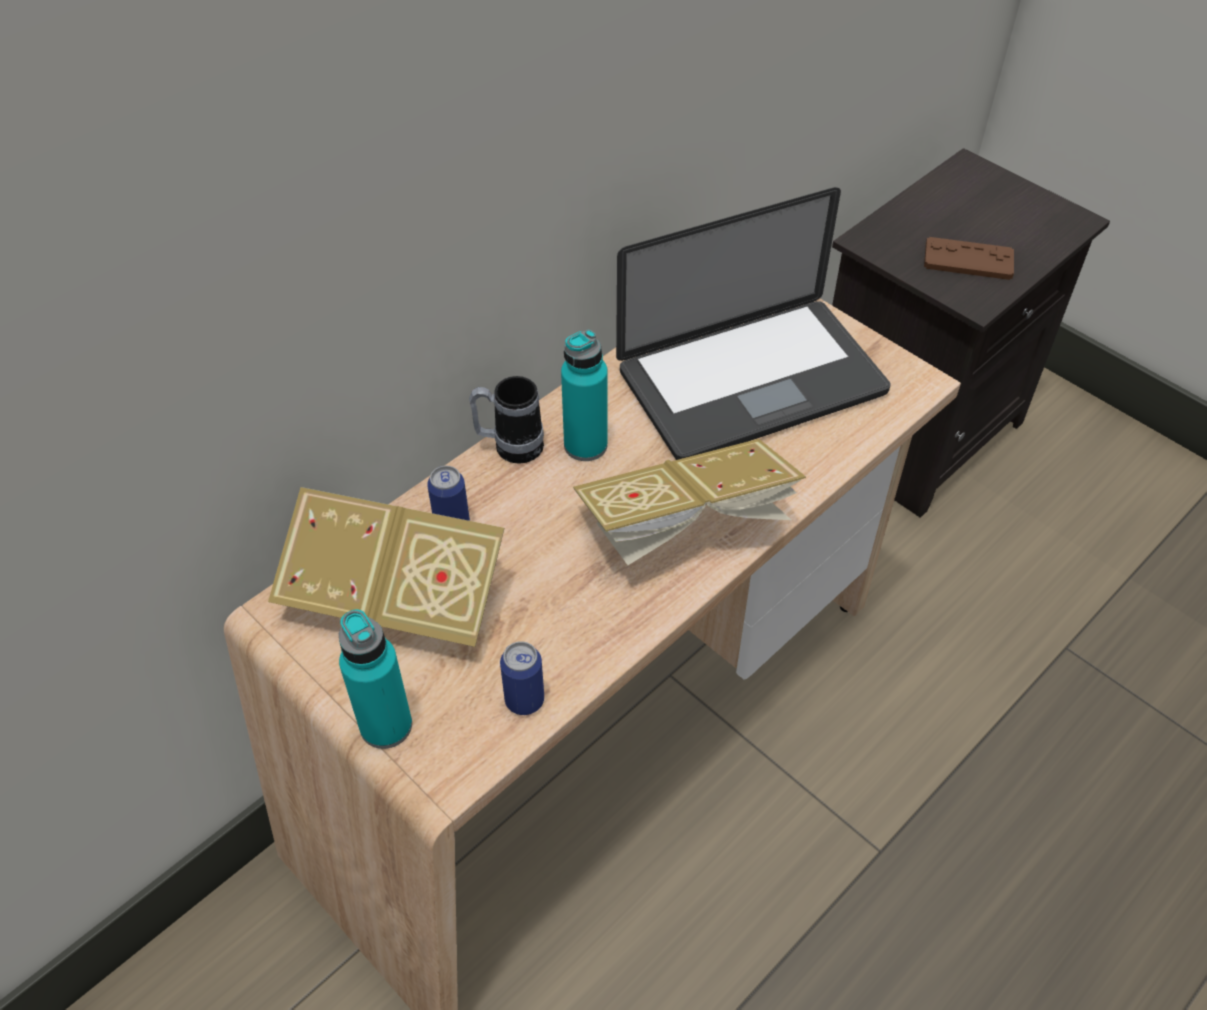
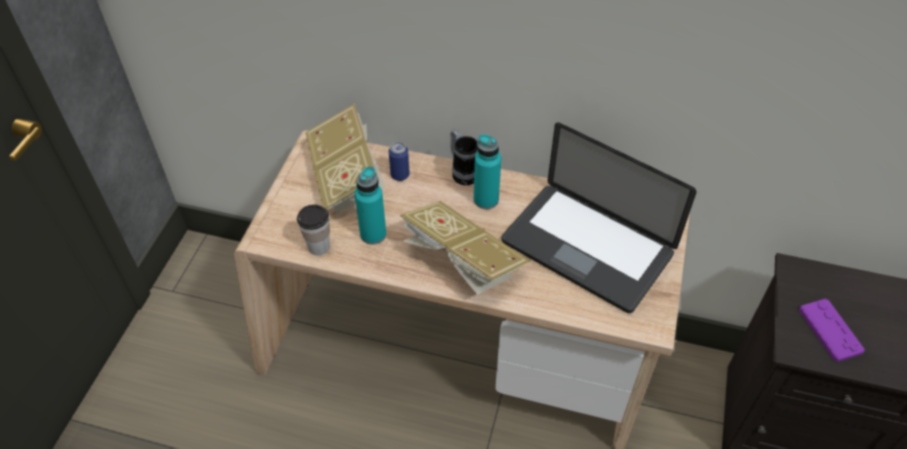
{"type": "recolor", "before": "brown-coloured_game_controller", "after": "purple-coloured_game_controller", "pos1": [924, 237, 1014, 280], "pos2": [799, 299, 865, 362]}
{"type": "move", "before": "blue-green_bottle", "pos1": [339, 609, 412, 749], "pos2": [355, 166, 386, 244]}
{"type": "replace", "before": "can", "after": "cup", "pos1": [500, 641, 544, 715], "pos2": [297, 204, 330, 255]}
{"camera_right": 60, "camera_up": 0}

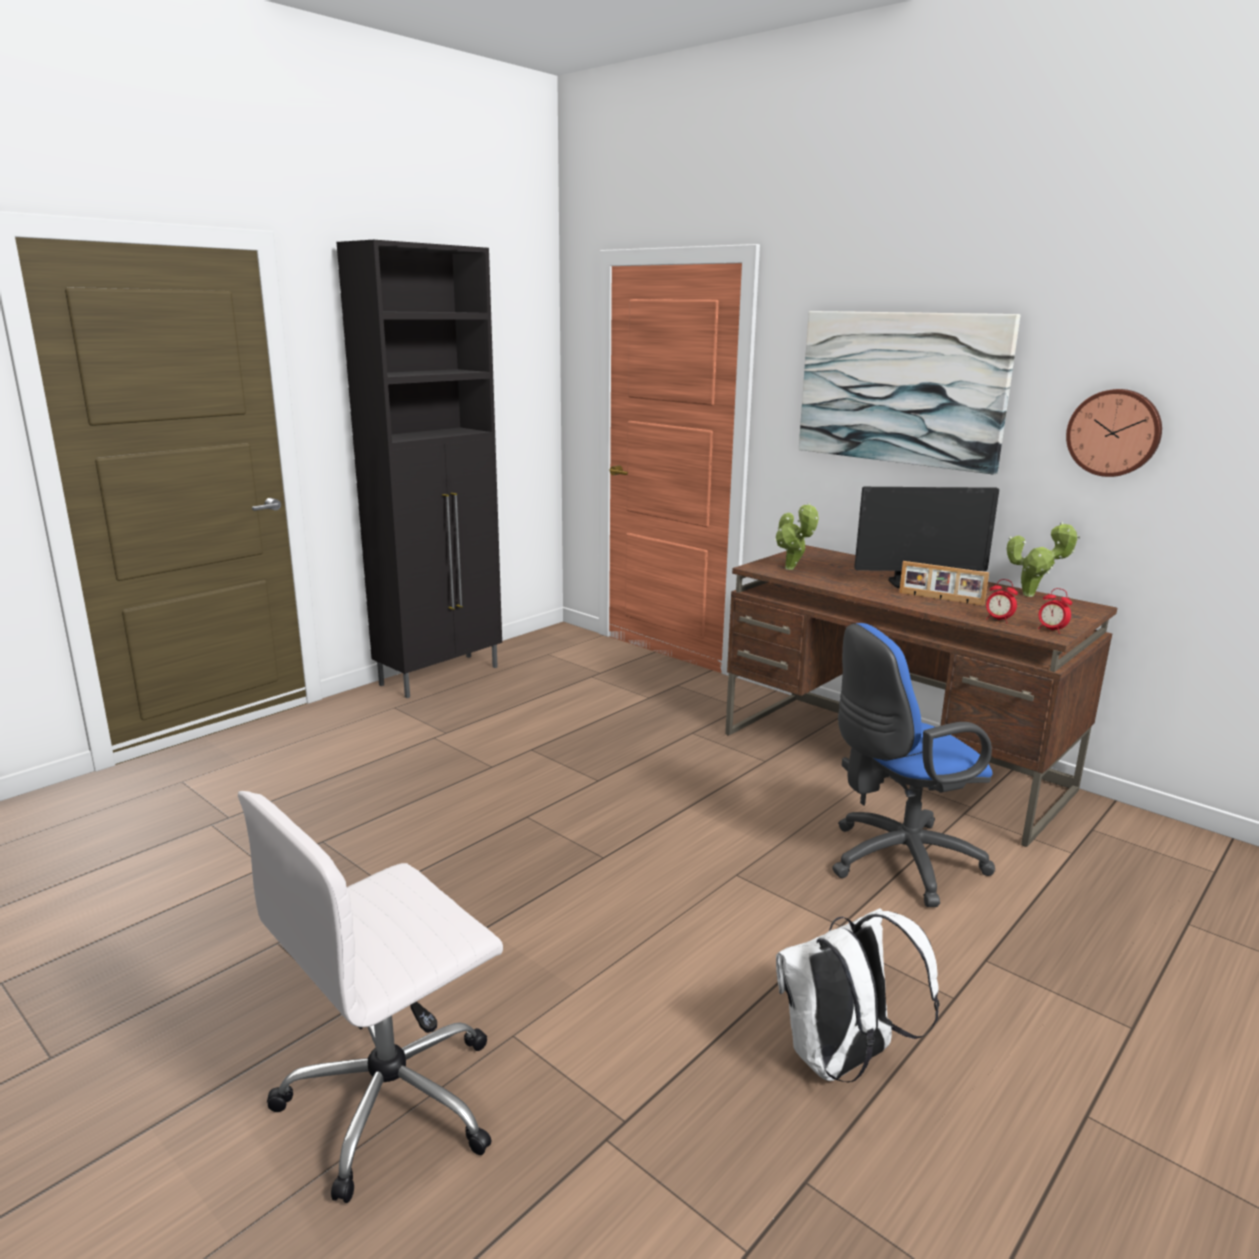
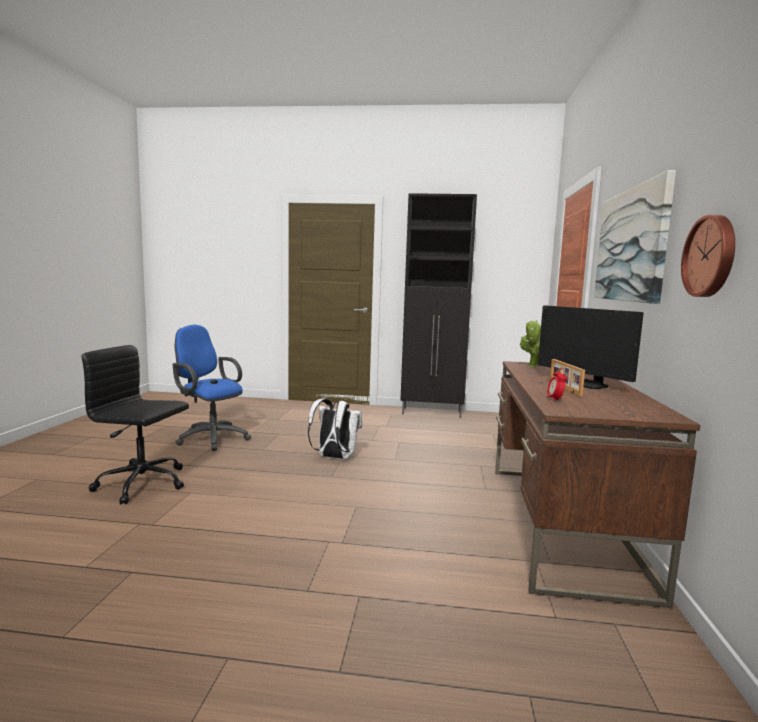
{"type": "delete", "before": "houseplant", "pos1": [1007, 522, 1080, 597]}
{"type": "delete", "before": "bedside_clock", "pos1": [1038, 588, 1072, 634]}
{"type": "move", "before": "bluish_computer_chair", "pos1": [832, 623, 995, 907], "pos2": [173, 325, 251, 451]}
{"type": "recolor", "before": "white-coloured_computer_chair", "after": "blackish_computer_chair", "pos1": [238, 791, 503, 1203], "pos2": [81, 345, 189, 504]}
{"type": "move", "before": "white-coloured_backpack", "pos1": [776, 908, 940, 1083], "pos2": [308, 398, 362, 459]}
{"camera_right": 55, "camera_up": -10}

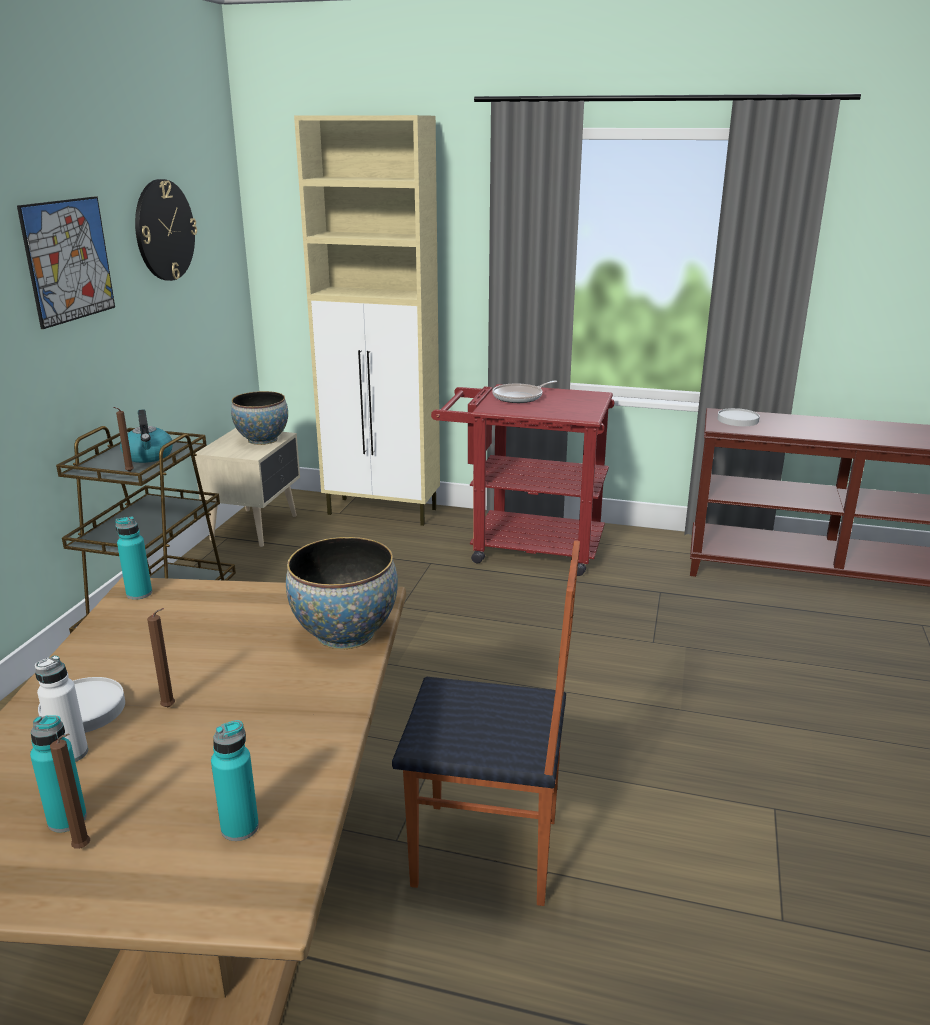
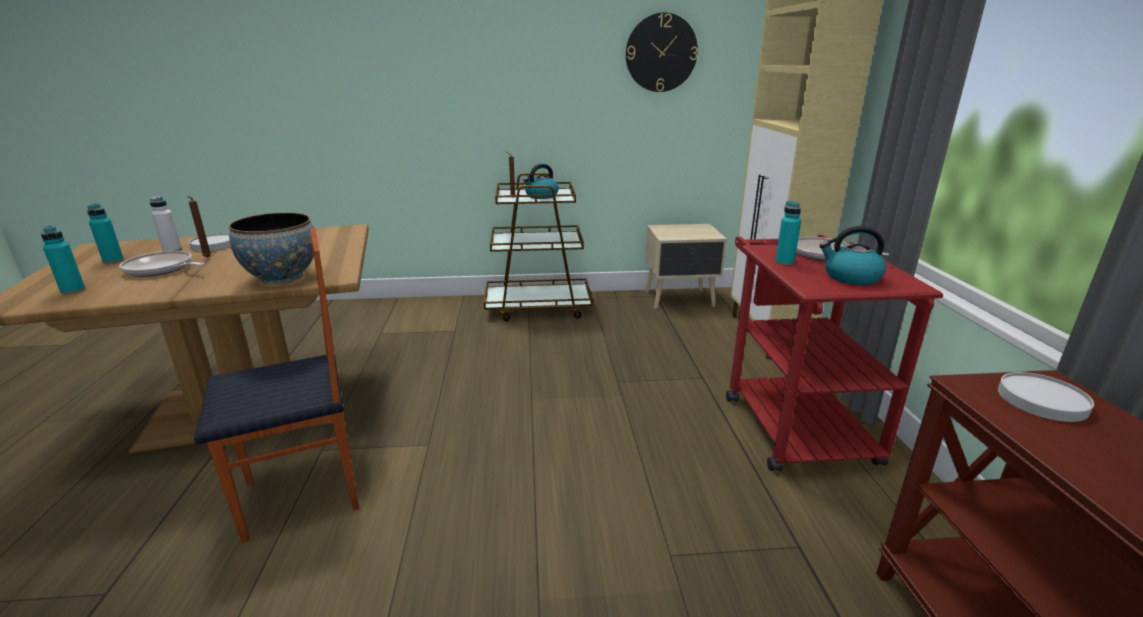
{"type": "delete", "before": "picture", "pos1": [17, 196, 115, 329]}
{"type": "delete", "before": "deep_dish", "pos1": [231, 391, 288, 445]}
{"type": "move", "before": "blue-green_bottle", "pos1": [116, 517, 152, 600], "pos2": [775, 201, 801, 265]}
{"type": "rotate", "before": "plain_chair", "pos1": [392, 540, 580, 906], "pos2": [194, 228, 359, 543], "turn": -105}
{"type": "delete", "before": "brown-coloured_wax_candle", "pos1": [50, 734, 90, 849]}
{"type": "insert", "after": "tea_kettle", "pos2": [819, 226, 886, 285]}
{"type": "insert", "after": "pan", "pos2": [119, 251, 204, 277]}
{"camera_right": 70, "camera_up": 0}

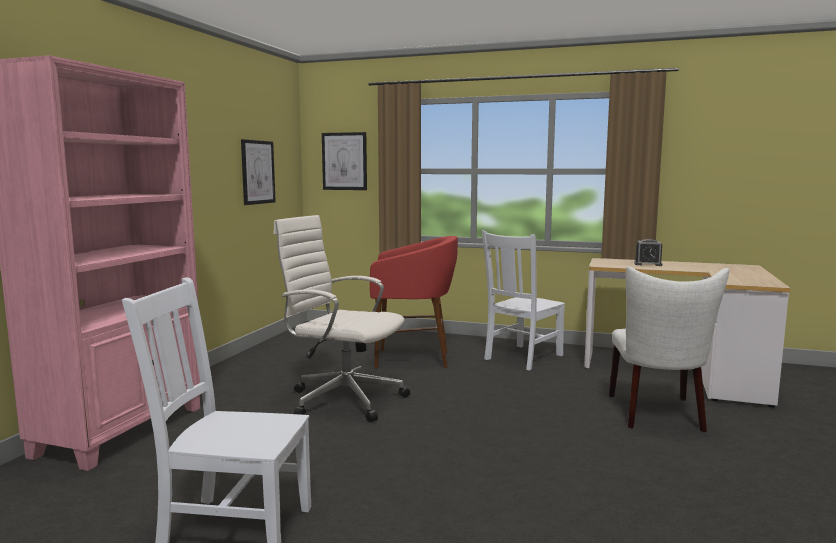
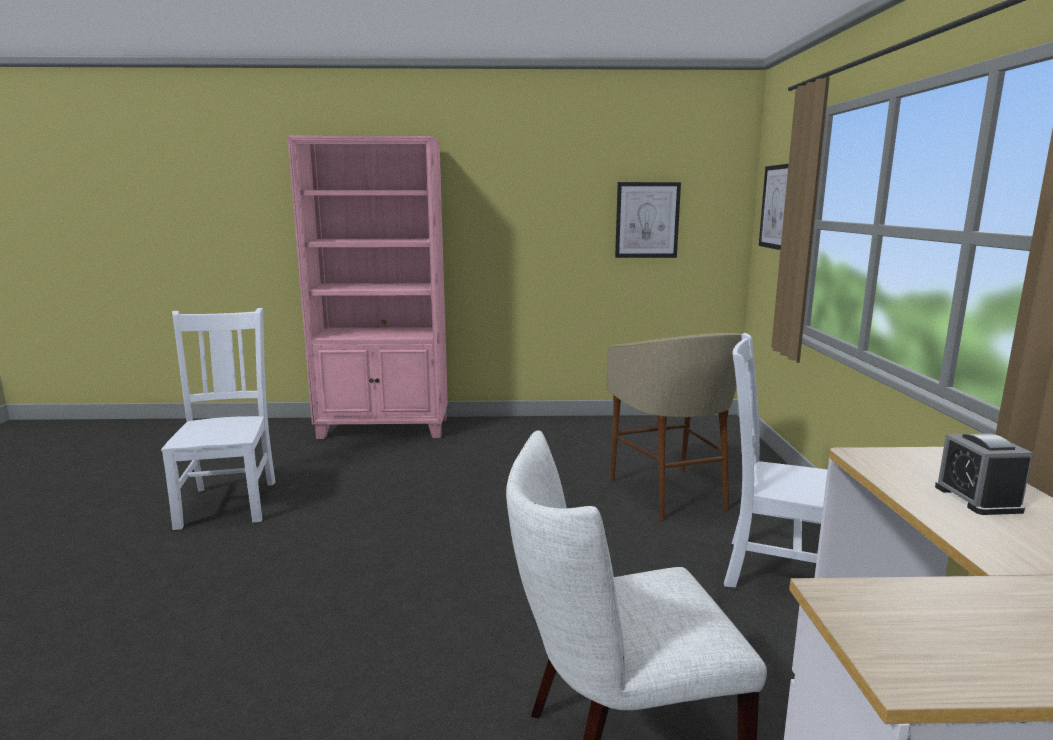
{"type": "delete", "before": "white-coloured_computer_chair", "pos1": [273, 215, 410, 422]}
{"type": "recolor", "before": "reddish_stool", "after": "beige_stool", "pos1": [370, 236, 458, 369], "pos2": [607, 333, 742, 521]}
{"camera_right": 70, "camera_up": 5}

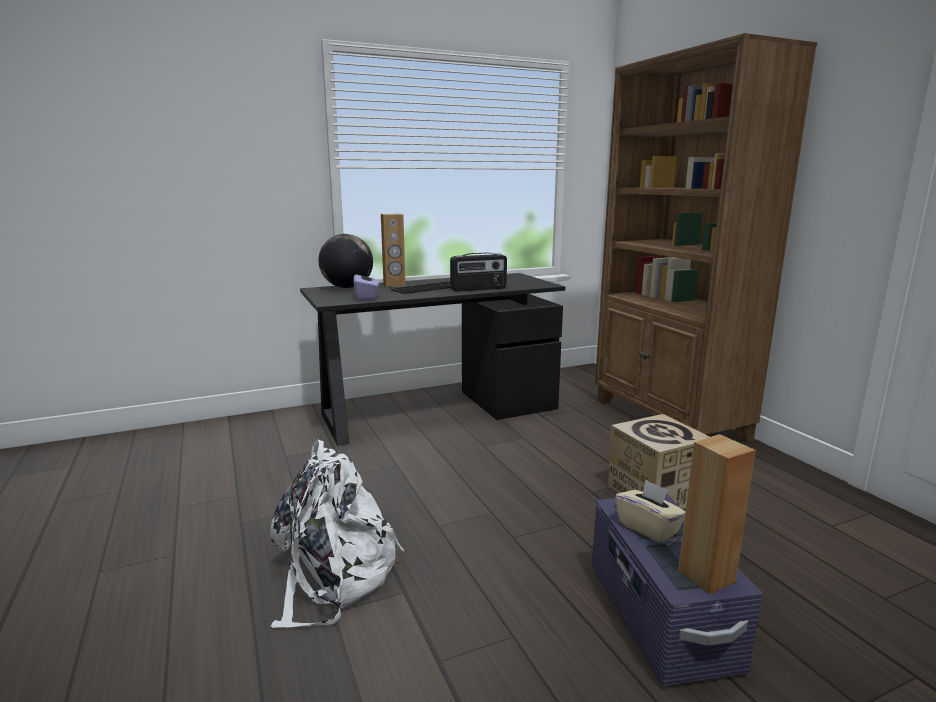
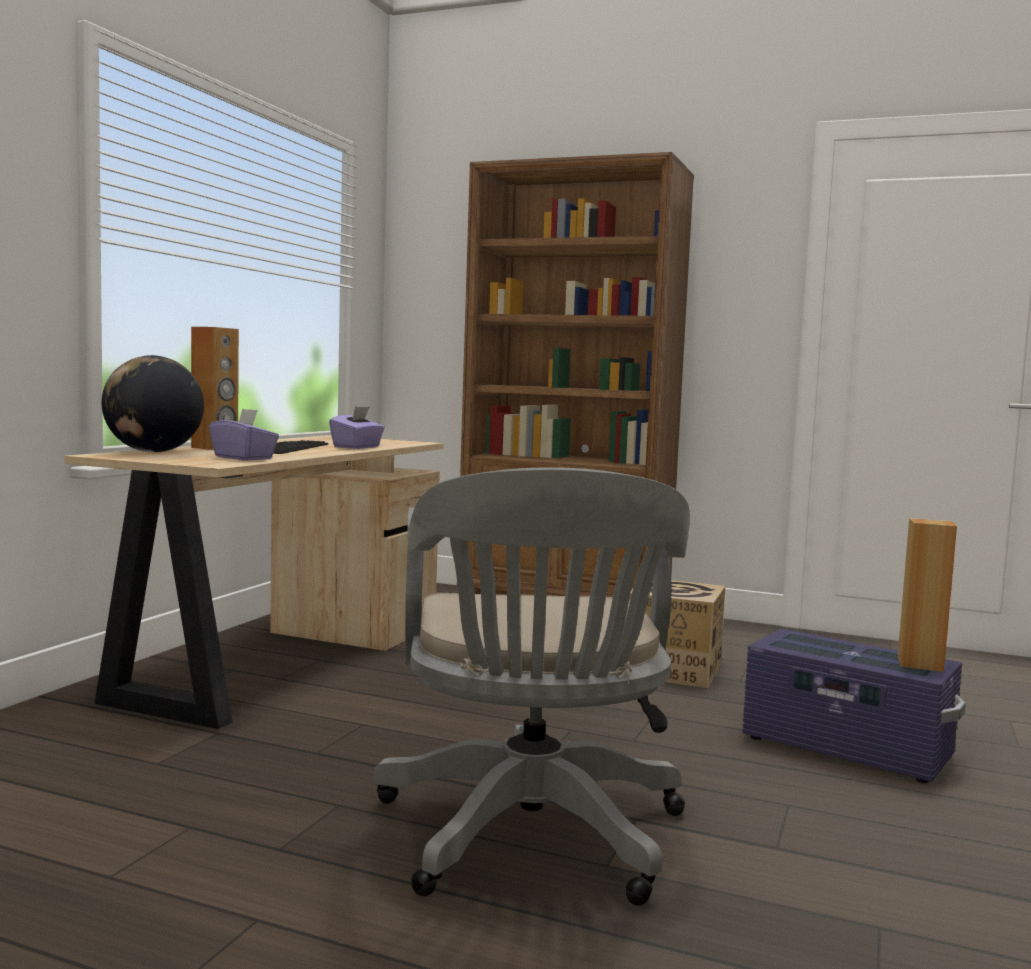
{"type": "replace", "before": "radio_receiver", "after": "purple-coloured_tissue_holder", "pos1": [450, 253, 507, 292], "pos2": [329, 406, 385, 449]}
{"type": "recolor", "before": "blackish_desk_table", "after": "beige_desk_table", "pos1": [300, 273, 565, 446], "pos2": [64, 435, 444, 729]}
{"type": "replace", "before": "white-coloured_backpack", "after": "gray_computer_chair", "pos1": [270, 440, 404, 628], "pos2": [373, 467, 690, 906]}
{"type": "delete", "before": "beige_tissue_holder", "pos1": [615, 480, 685, 543]}
{"camera_right": -45, "camera_up": -10}

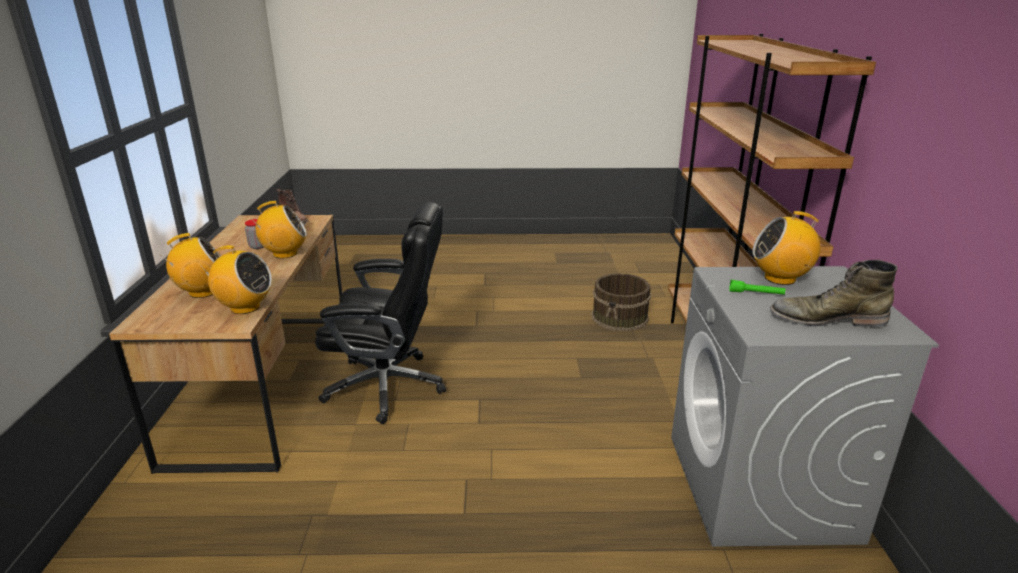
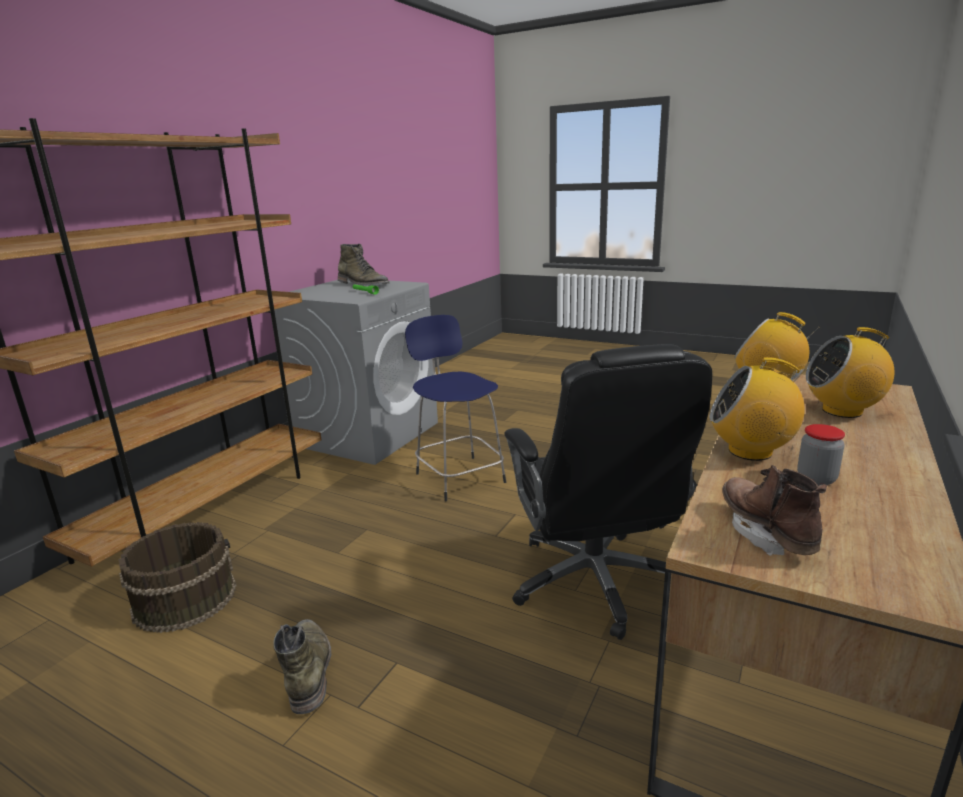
{"type": "rotate", "before": "blackish_computer_chair", "pos1": [315, 202, 446, 424], "pos2": [504, 344, 712, 640], "turn": -135}
{"type": "delete", "before": "radio_receiver", "pos1": [752, 211, 821, 285]}
{"type": "insert", "after": "bluish_stool", "pos2": [405, 315, 506, 501]}
{"type": "insert", "after": "greenish_tall_boot", "pos2": [273, 619, 331, 714]}
{"camera_right": -150, "camera_up": -5}

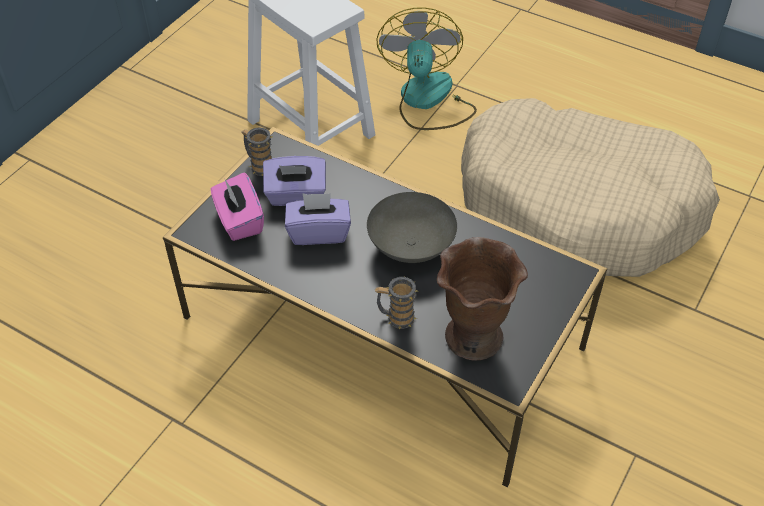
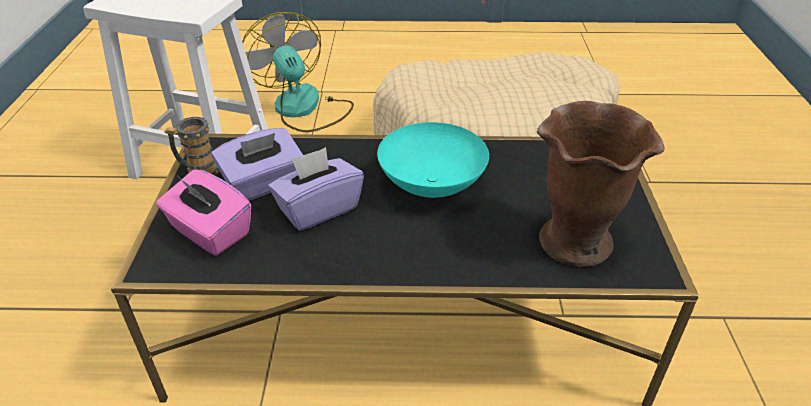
{"type": "recolor", "before": "gray_deep_dish", "after": "blue-green_deep_dish", "pos1": [367, 192, 457, 263], "pos2": [377, 122, 489, 198]}
{"type": "delete", "before": "coffee_mug", "pos1": [375, 277, 418, 330]}
{"camera_right": -30, "camera_up": -10}

